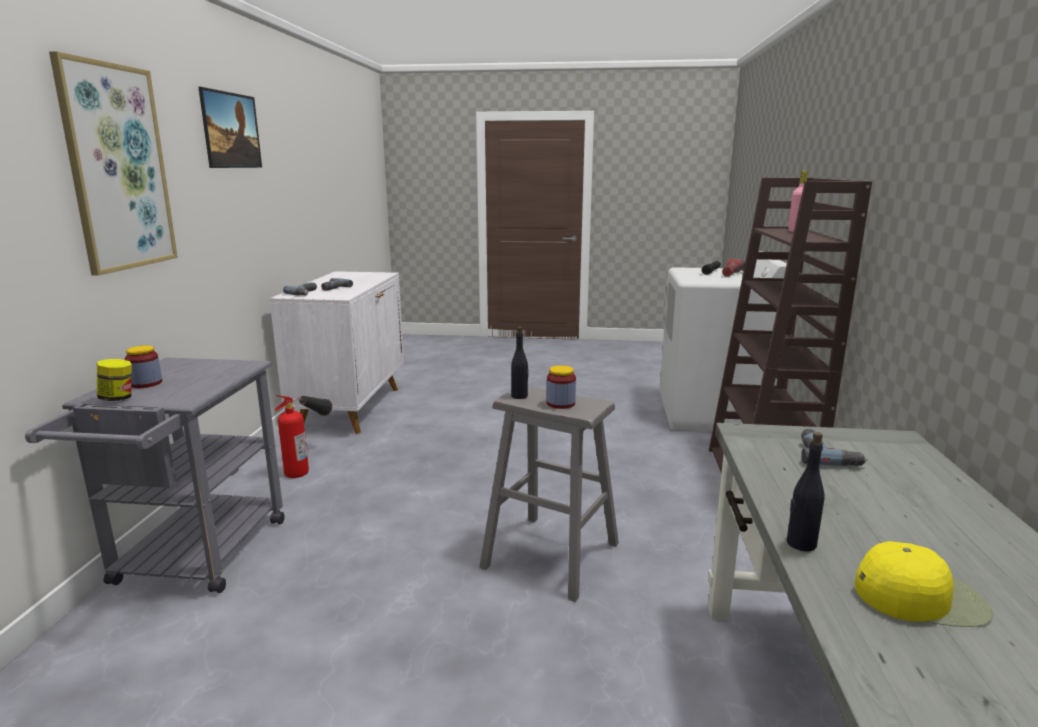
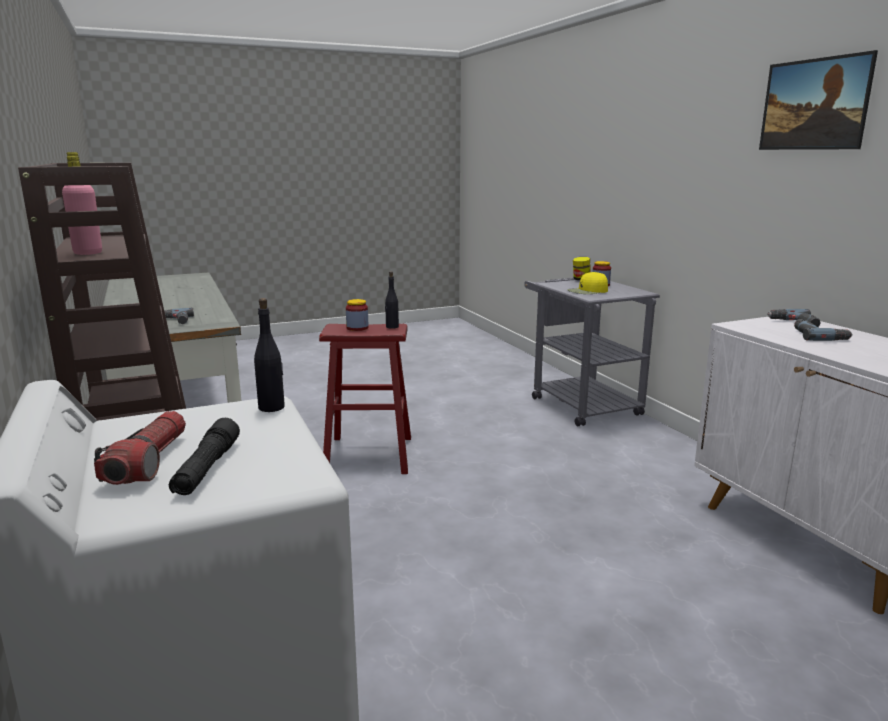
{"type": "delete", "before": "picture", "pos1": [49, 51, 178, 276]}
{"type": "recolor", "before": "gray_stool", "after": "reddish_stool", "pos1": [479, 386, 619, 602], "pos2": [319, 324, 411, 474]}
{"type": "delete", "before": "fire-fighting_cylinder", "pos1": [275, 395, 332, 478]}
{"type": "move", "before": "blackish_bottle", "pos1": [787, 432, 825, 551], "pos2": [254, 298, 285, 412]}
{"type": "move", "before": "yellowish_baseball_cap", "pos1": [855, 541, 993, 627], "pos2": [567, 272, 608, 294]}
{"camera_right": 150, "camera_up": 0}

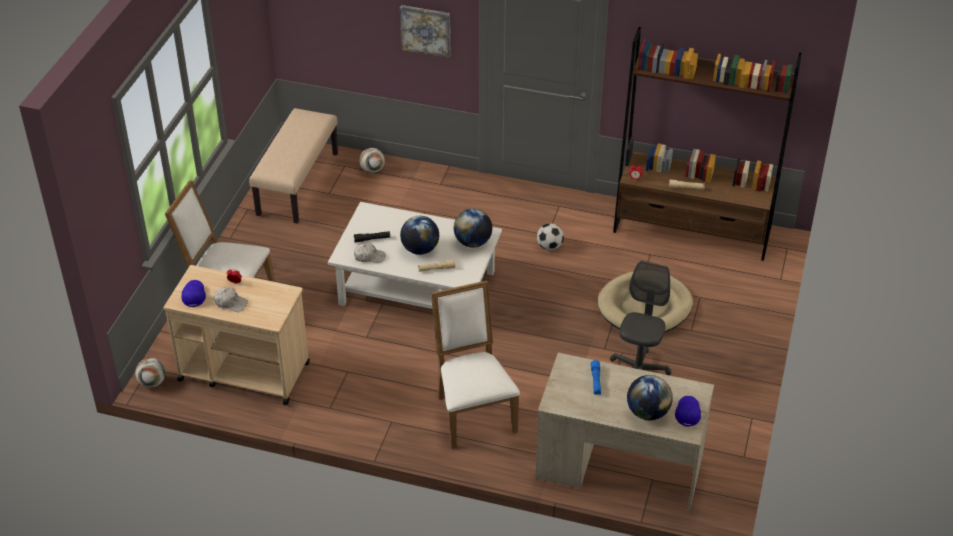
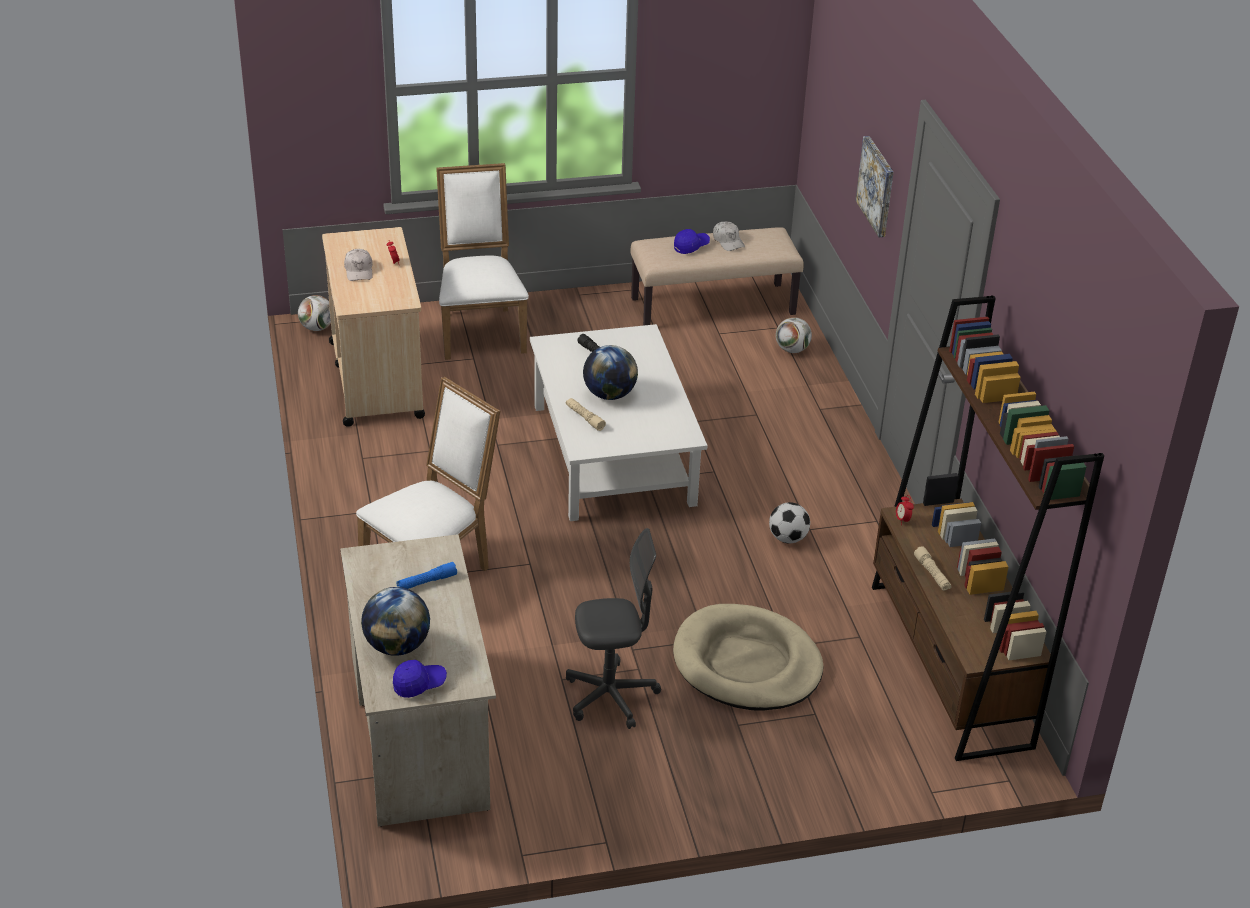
{"type": "delete", "before": "world_globe", "pos1": [454, 209, 492, 247]}
{"type": "move", "before": "white-coloured_baseball_cap", "pos1": [354, 243, 386, 263], "pos2": [713, 221, 745, 251]}
{"type": "move", "before": "bluish_baseball_cap", "pos1": [181, 280, 206, 307], "pos2": [674, 229, 710, 254]}
{"camera_right": 60, "camera_up": -5}

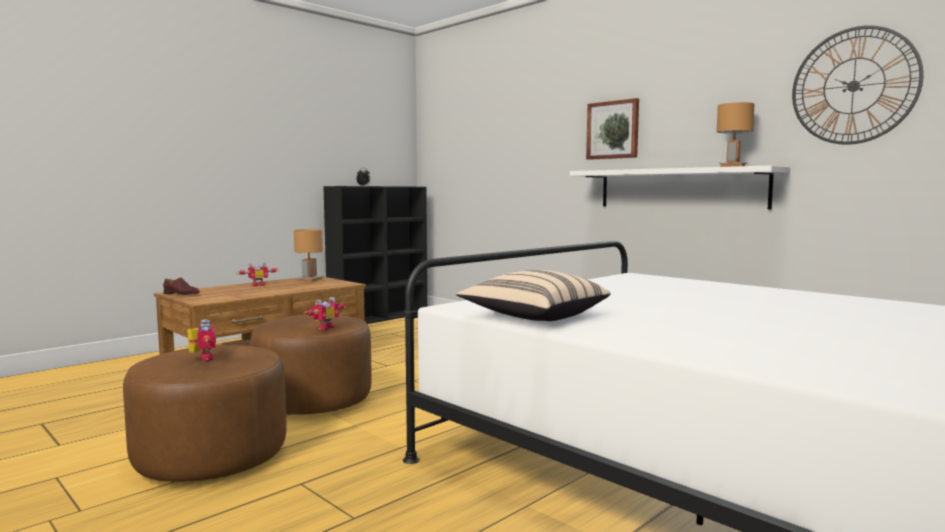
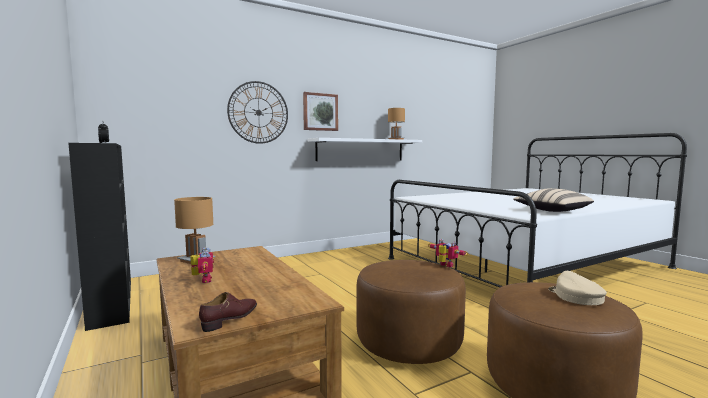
{"type": "move", "before": "hanging_clock", "pos1": [792, 25, 924, 145], "pos2": [227, 81, 288, 144]}
{"type": "replace", "before": "robot_figure", "after": "beige_baseball_cap", "pos1": [187, 319, 216, 361], "pos2": [548, 271, 607, 305]}
{"camera_right": -75, "camera_up": 0}

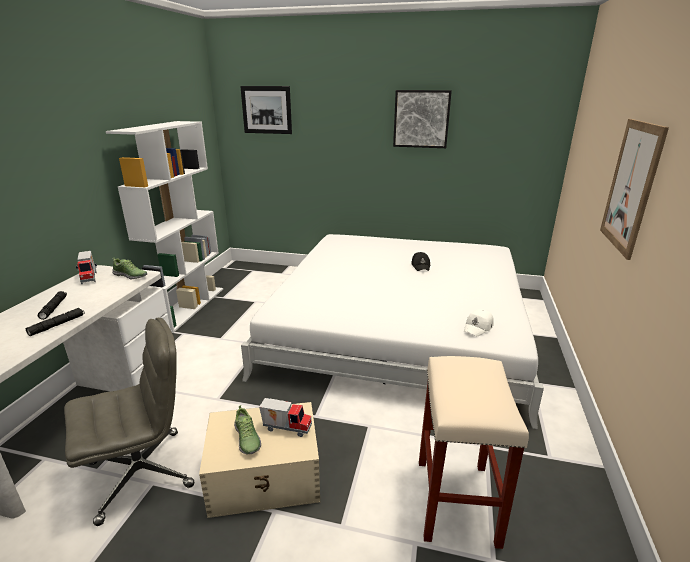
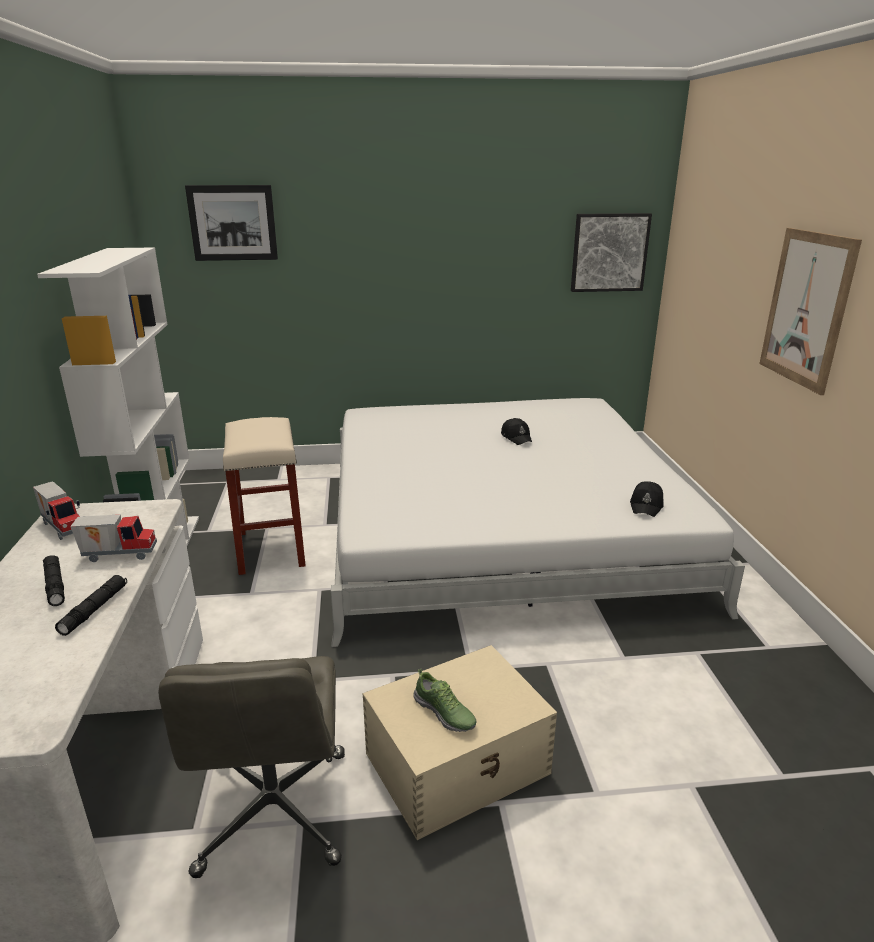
{"type": "move", "before": "picture", "pos1": [393, 90, 452, 148], "pos2": [571, 213, 652, 292]}
{"type": "delete", "before": "item_of_footwear", "pos1": [112, 258, 147, 280]}
{"type": "recolor", "before": "white-coloured_baseball_cap", "after": "blackish_baseball_cap", "pos1": [464, 309, 494, 336], "pos2": [630, 481, 664, 517]}
{"type": "rotate", "before": "gray_computer_chair", "pos1": [64, 318, 194, 526], "pos2": [158, 656, 345, 878], "turn": 135}
{"type": "move", "before": "beige_stool", "pos1": [419, 356, 529, 549], "pos2": [223, 417, 306, 575]}
{"type": "move", "before": "toy_truck", "pos1": [259, 398, 312, 437], "pos2": [70, 515, 157, 562]}
{"camera_right": -20, "camera_up": 0}

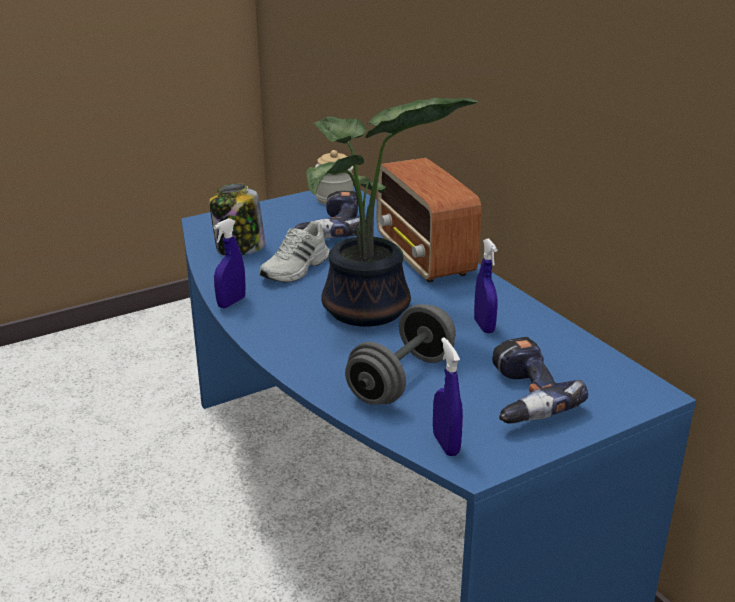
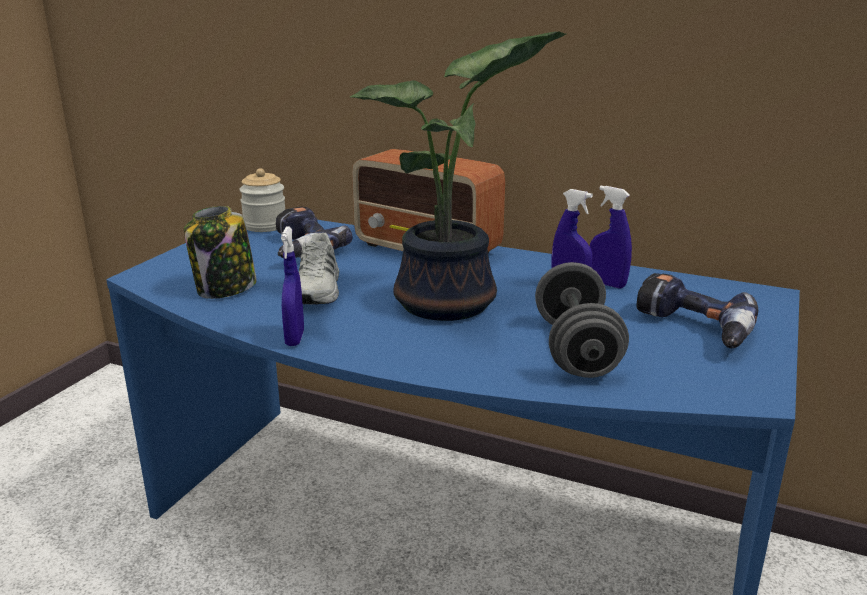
{"type": "move", "before": "bluish_spray_bottle", "pos1": [433, 337, 463, 456], "pos2": [590, 186, 632, 288]}
{"camera_right": -35, "camera_up": -5}

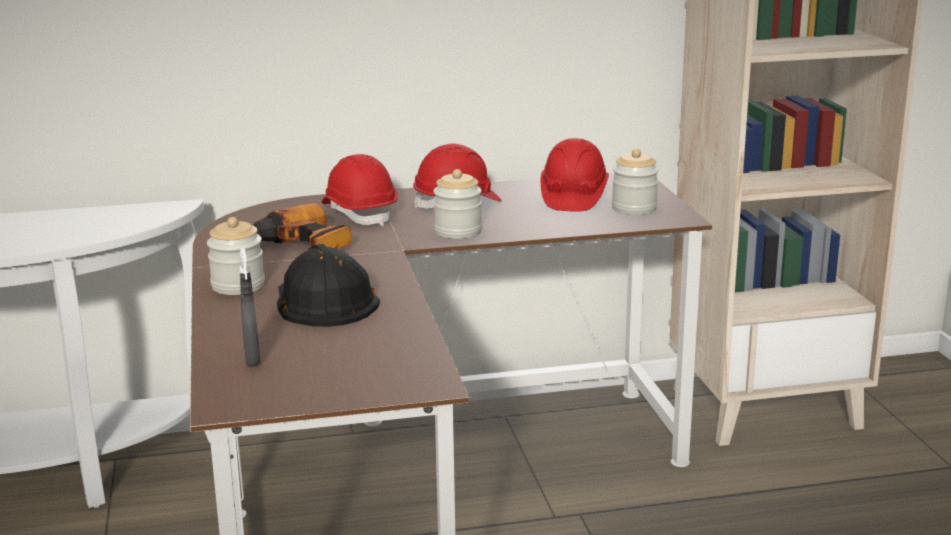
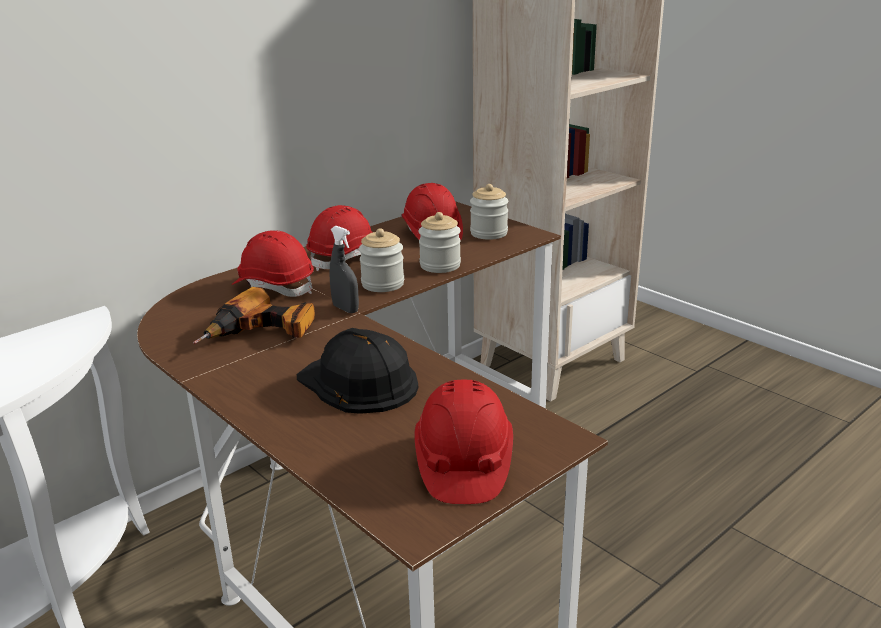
{"type": "move", "before": "storage_jar", "pos1": [207, 217, 265, 295], "pos2": [418, 212, 461, 273]}
{"type": "move", "before": "gray_spray_bottle", "pos1": [240, 248, 260, 366], "pos2": [329, 226, 359, 313]}
{"type": "insert", "after": "reddish_hard_hat", "pos2": [414, 379, 513, 504]}
{"camera_right": -30, "camera_up": 5}

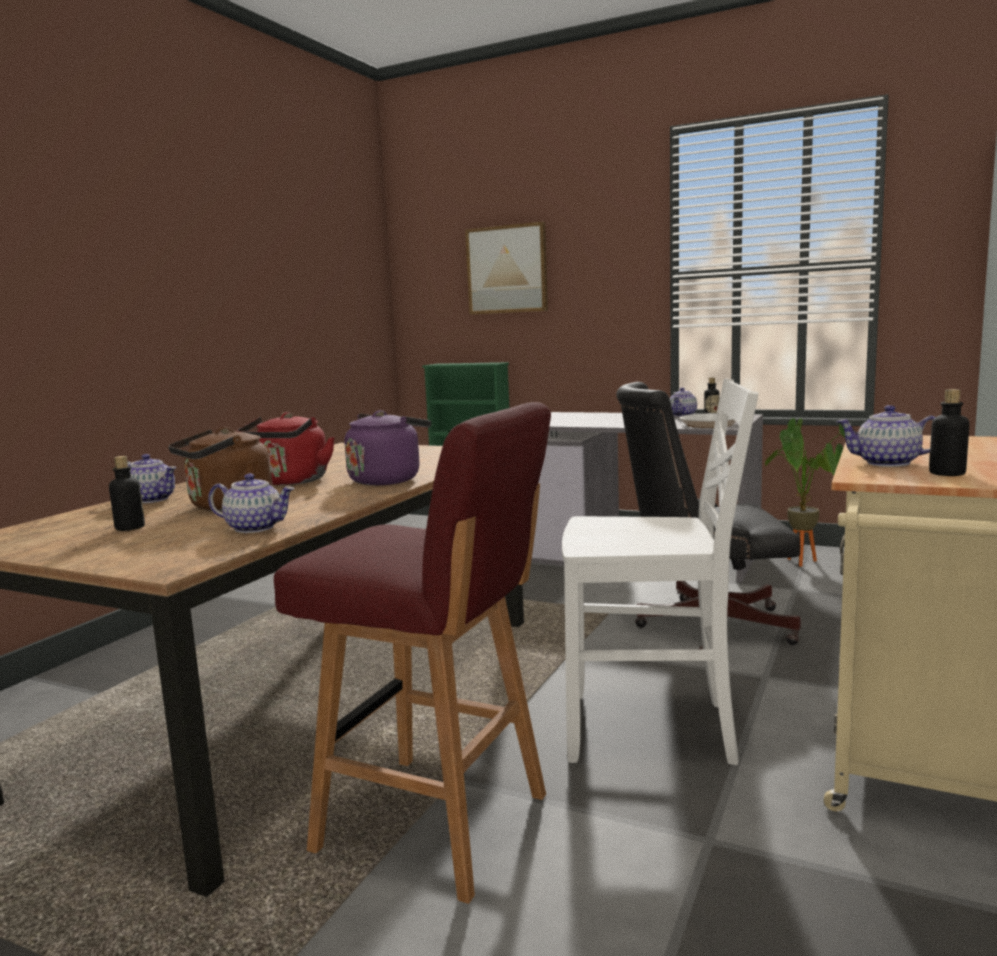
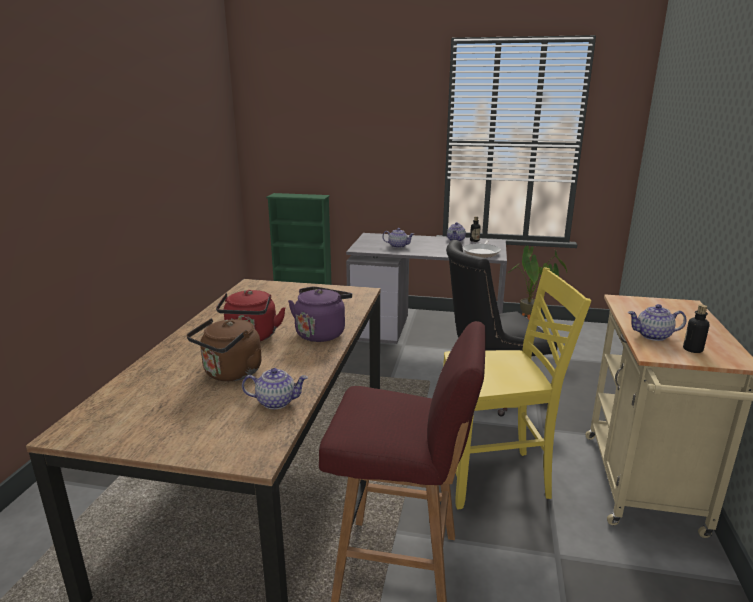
{"type": "delete", "before": "picture", "pos1": [465, 222, 548, 315]}
{"type": "recolor", "before": "white-coloured_plain_chair", "after": "yellowish_plain_chair", "pos1": [562, 378, 758, 765], "pos2": [443, 267, 591, 509]}
{"type": "move", "before": "teapot", "pos1": [127, 454, 176, 503], "pos2": [382, 228, 414, 248]}
{"type": "delete", "before": "bottle", "pos1": [109, 456, 145, 531]}
{"camera_right": -15, "camera_up": 10}

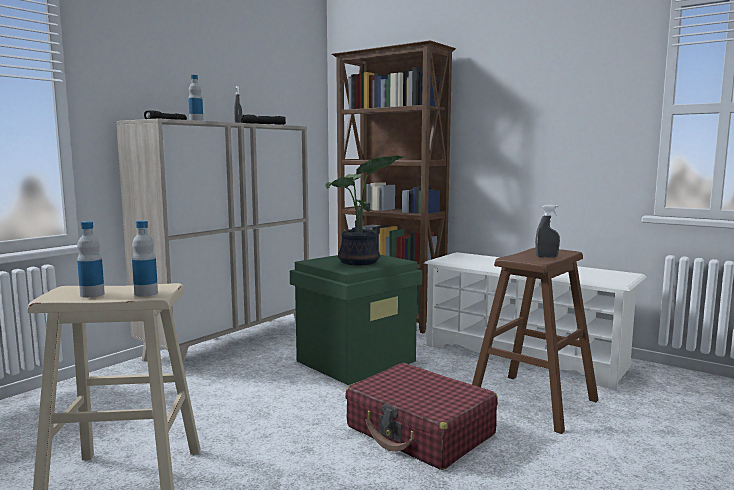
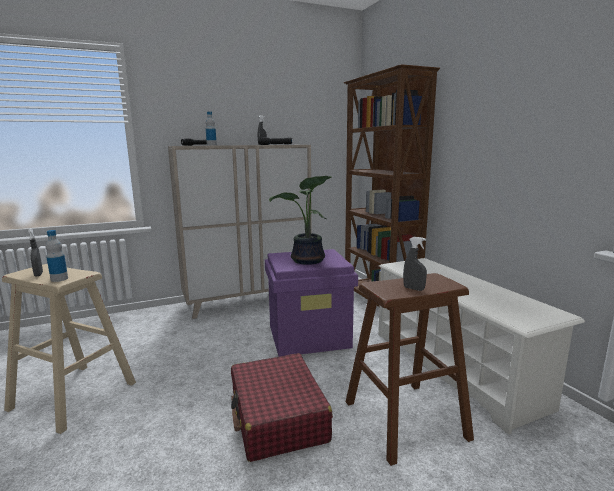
{"type": "replace", "before": "bottle", "after": "gray_spray_bottle", "pos1": [77, 221, 105, 298], "pos2": [28, 228, 43, 277]}
{"type": "recolor", "before": "greenish_storage_box", "after": "purple-coloured_storage_box", "pos1": [290, 255, 422, 385], "pos2": [265, 249, 358, 357]}
{"camera_right": 30, "camera_up": 5}

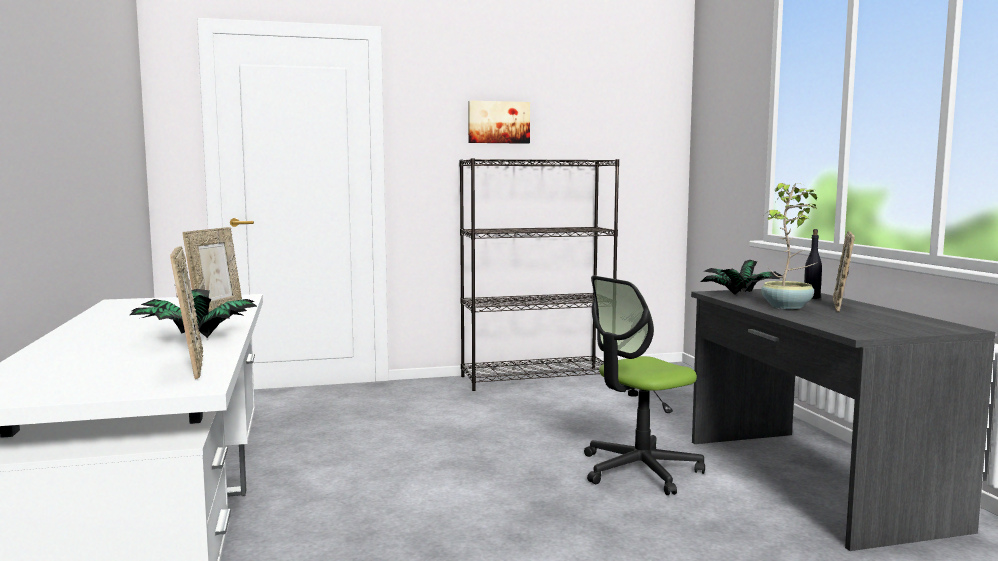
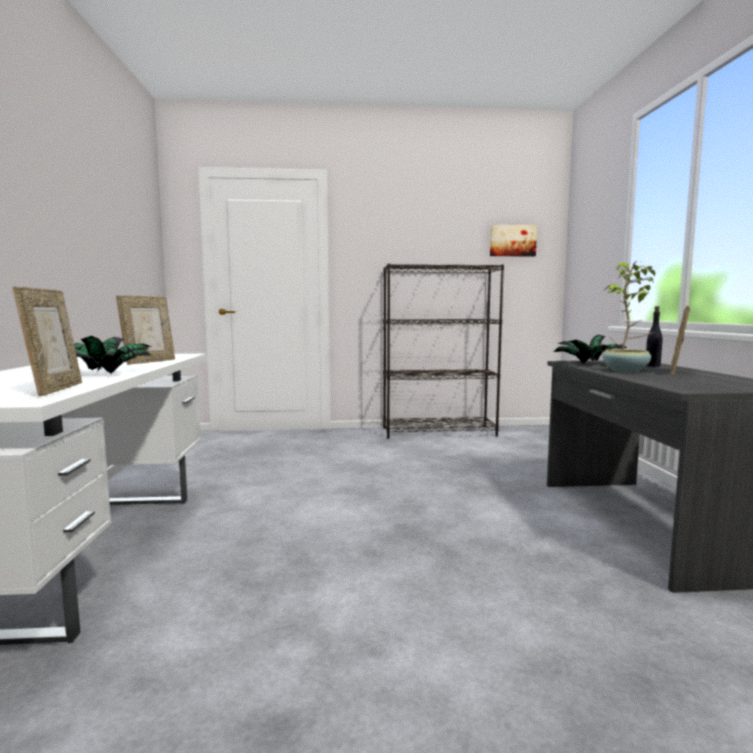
{"type": "move", "before": "picture", "pos1": [468, 101, 530, 144], "pos2": [490, 225, 537, 257]}
{"type": "delete", "before": "computer_chair", "pos1": [584, 276, 705, 495]}
{"camera_right": 10, "camera_up": 0}

